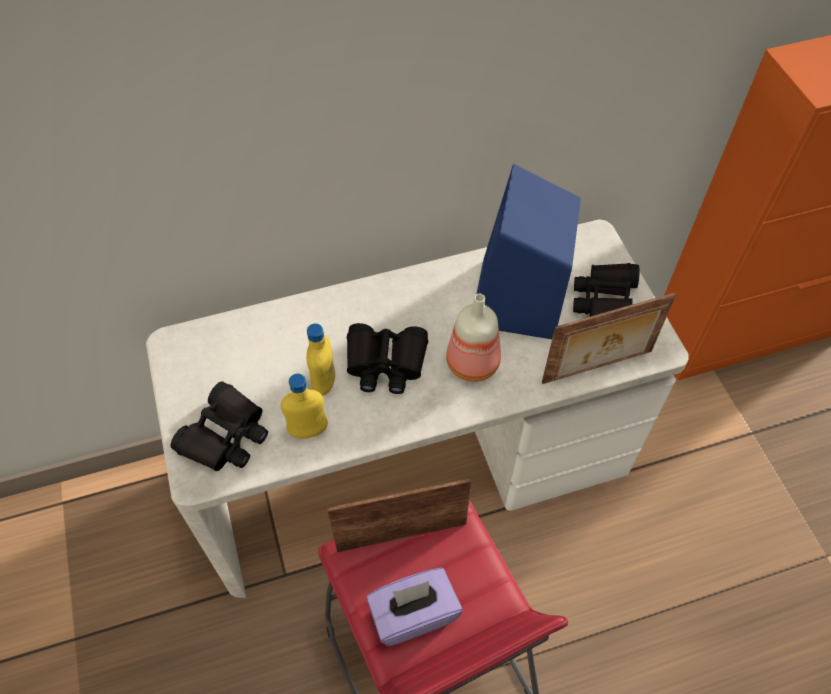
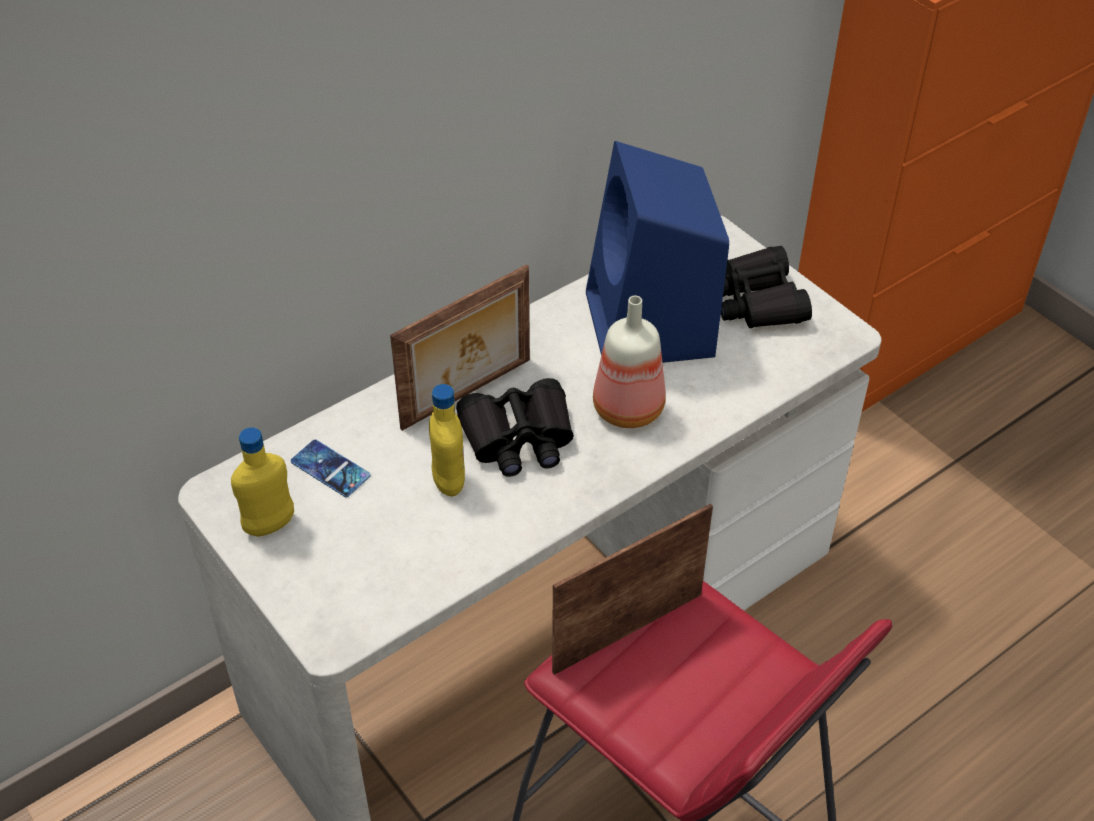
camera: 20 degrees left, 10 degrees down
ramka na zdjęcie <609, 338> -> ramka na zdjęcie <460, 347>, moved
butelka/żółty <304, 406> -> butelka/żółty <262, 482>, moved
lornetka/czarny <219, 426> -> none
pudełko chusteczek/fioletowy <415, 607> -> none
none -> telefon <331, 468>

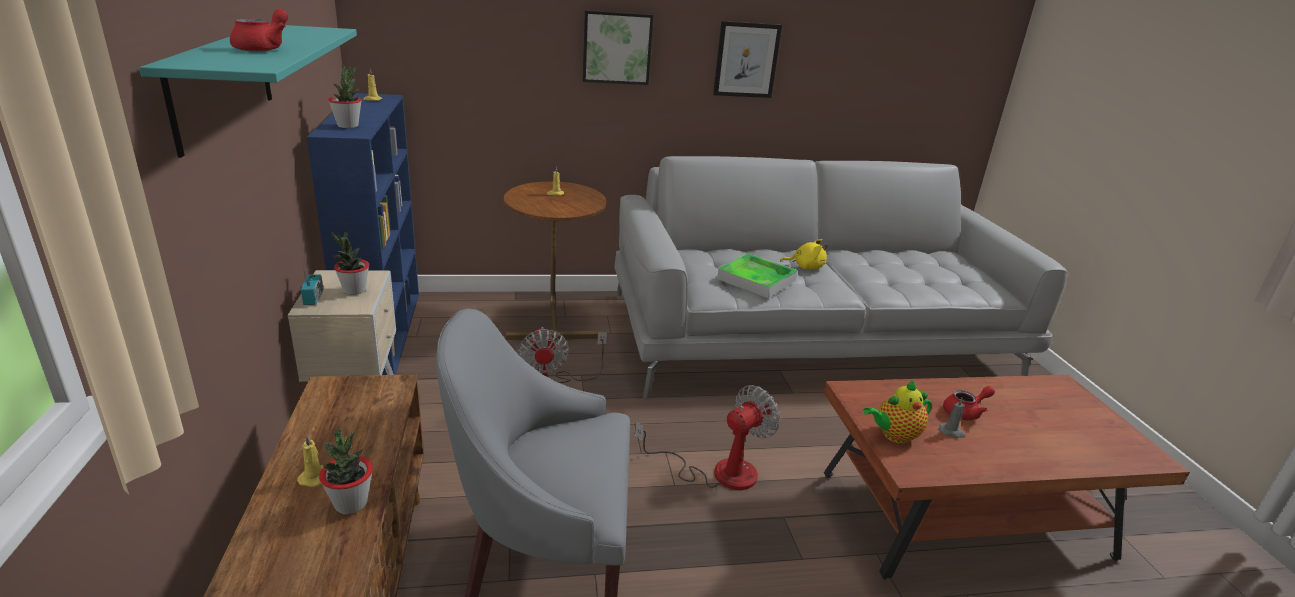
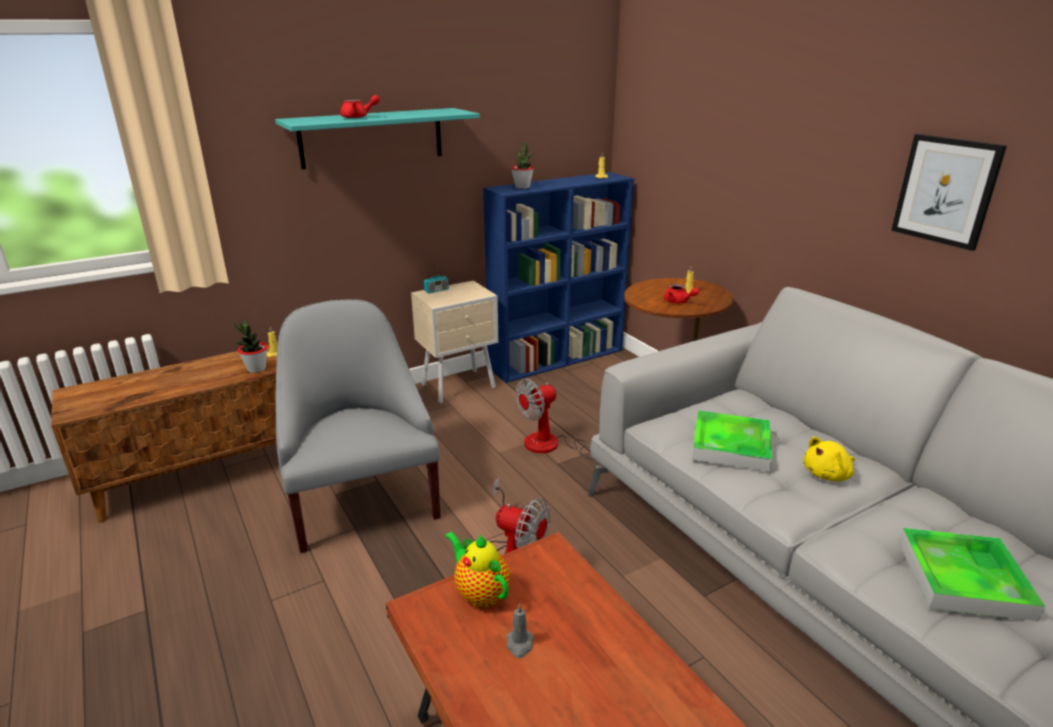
camera: 70 degrees right, 0 degrees up
obraz <618, 47> -> none
roślina doniczkowa <350, 263> -> none
pluszak/żółty <804, 254> -> pluszak/żółty <829, 459>, 75 degrees clockwise
imbryk/czerwony <969, 403> -> imbryk/czerwony <681, 293>, moved
none -> taca <972, 575>

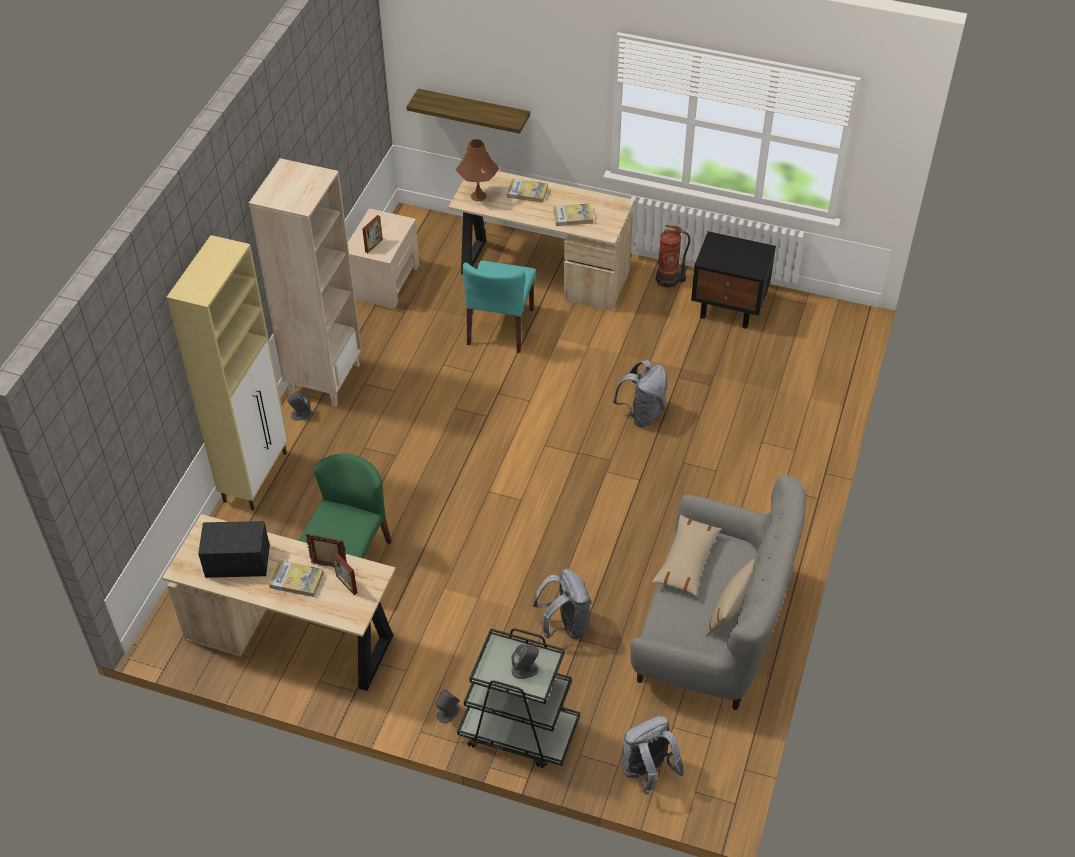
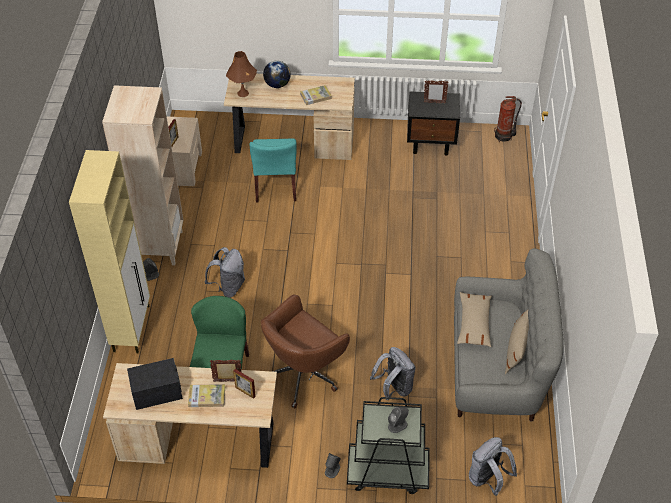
camera: 15 degrees left, 0 degrees up
półka <468, 111> -> none
książka <527, 190> -> globus <277, 74>
gaśnica <673, 256> -> gaśnica <508, 119>, moved
plecak/szary <640, 393> -> plecak/szary <225, 272>, moved
none -> ramka na zdjęcie <436, 91>
none -> krzesło biurowe/brązowy <305, 351>

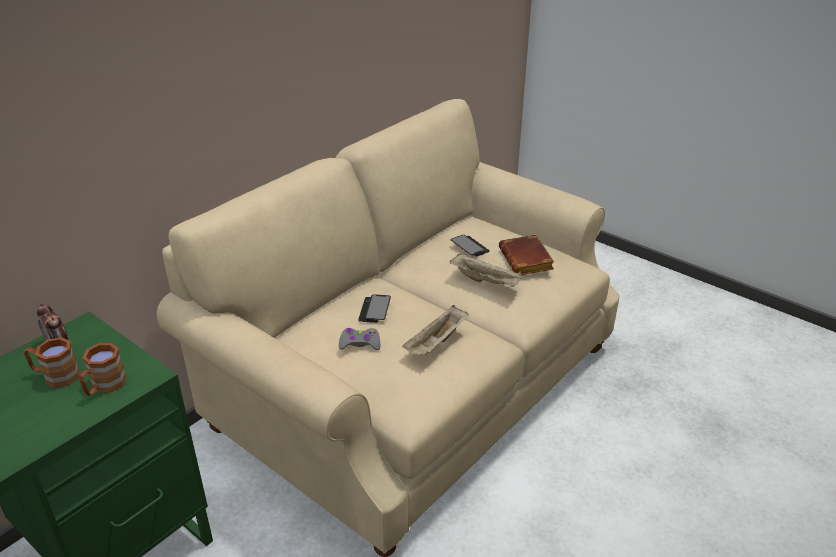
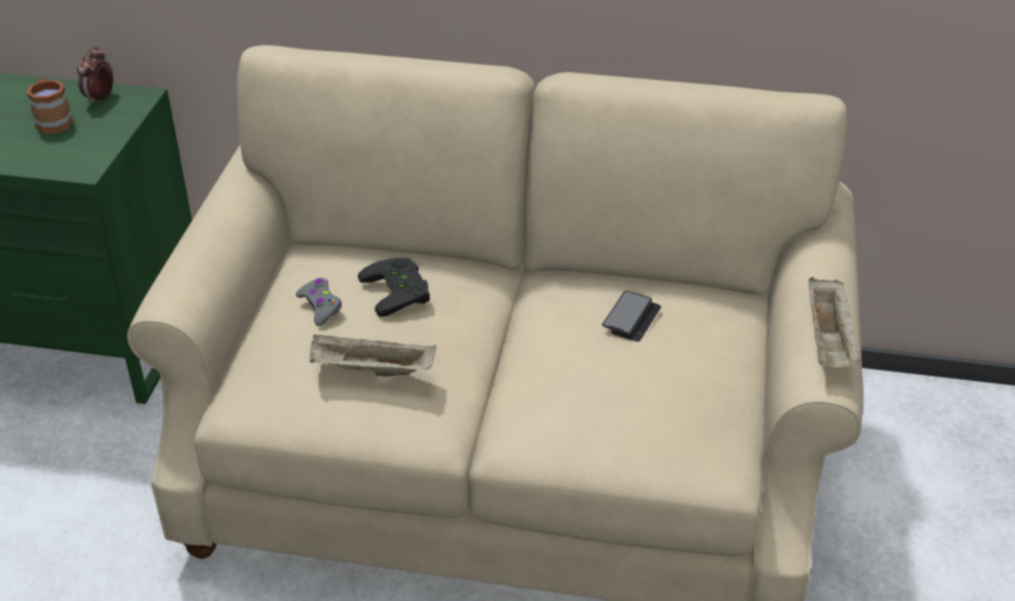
camera: 60 degrees right, 5 degrees up
książka/brązowy <526, 255> -> none
taca/beżowy <485, 270> -> taca/beżowy <835, 322>, moved
telefon <374, 308> -> pad do gier/czarny <394, 287>
kubek/brązowy <103, 369> -> none

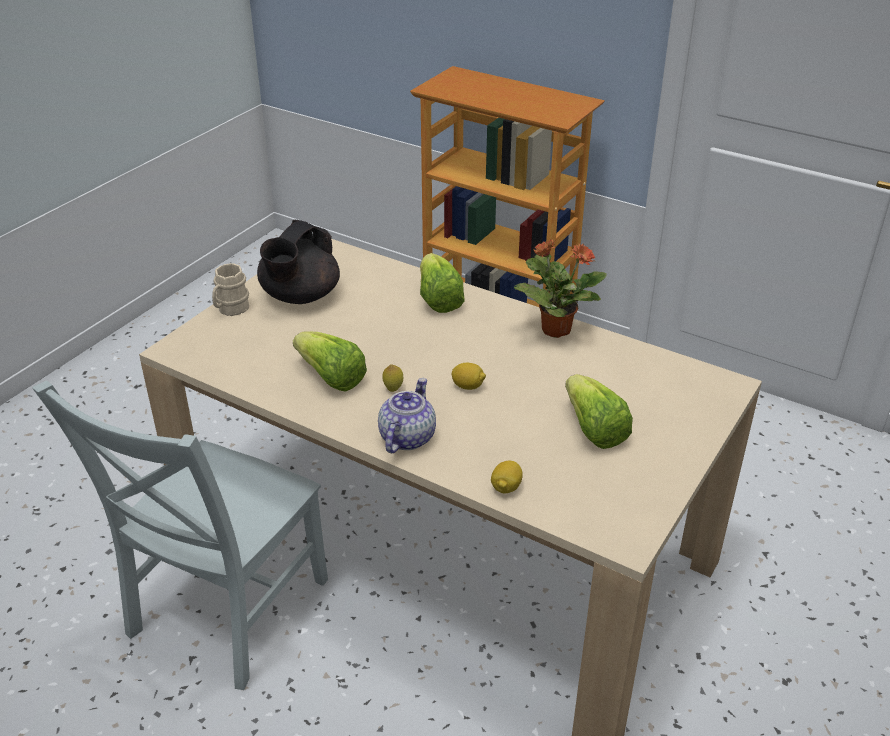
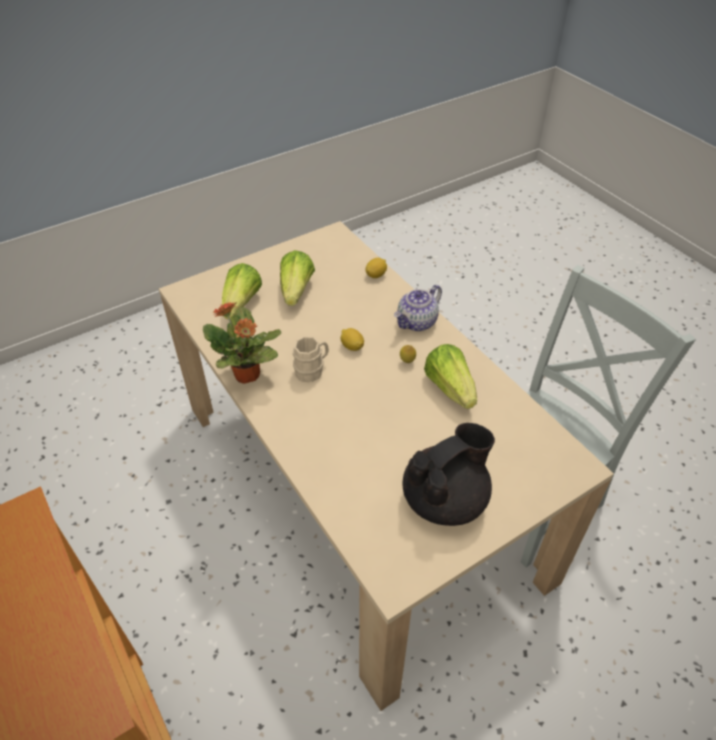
camera: 155 degrees left, 10 degrees up
sałata <442, 283> -> sałata <242, 291>, moved
kubek/beżowy <230, 289> -> kubek/beżowy <311, 359>, moved

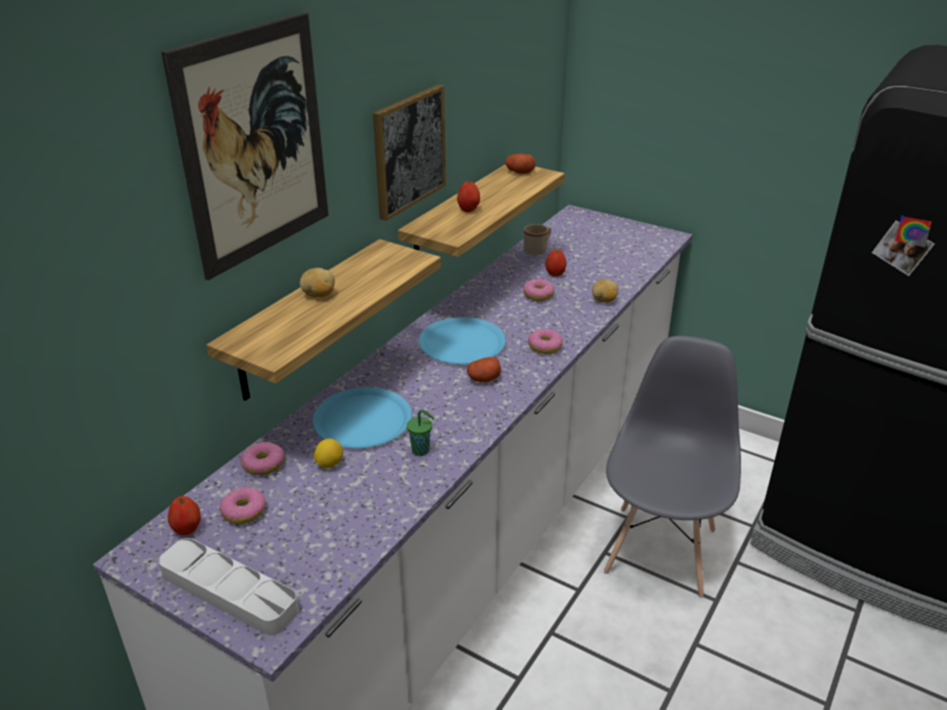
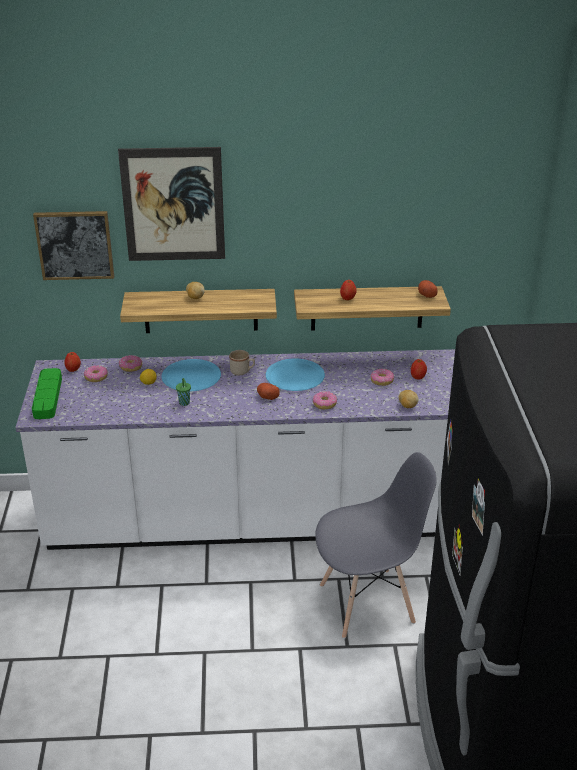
camera: 55 degrees right, 0 degrees up
obraz <409, 153> -> obraz <73, 245>, moved
kubek/beżowy <537, 239> -> kubek/beżowy <242, 362>, moved
taca/szary <229, 586> -> taca/zielony <47, 393>

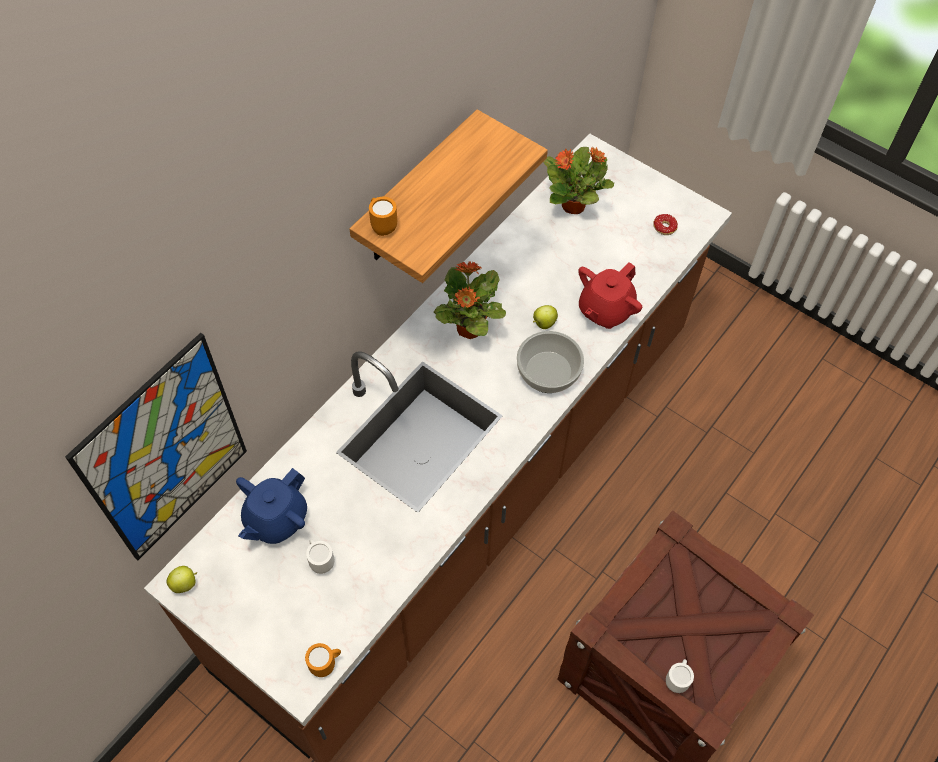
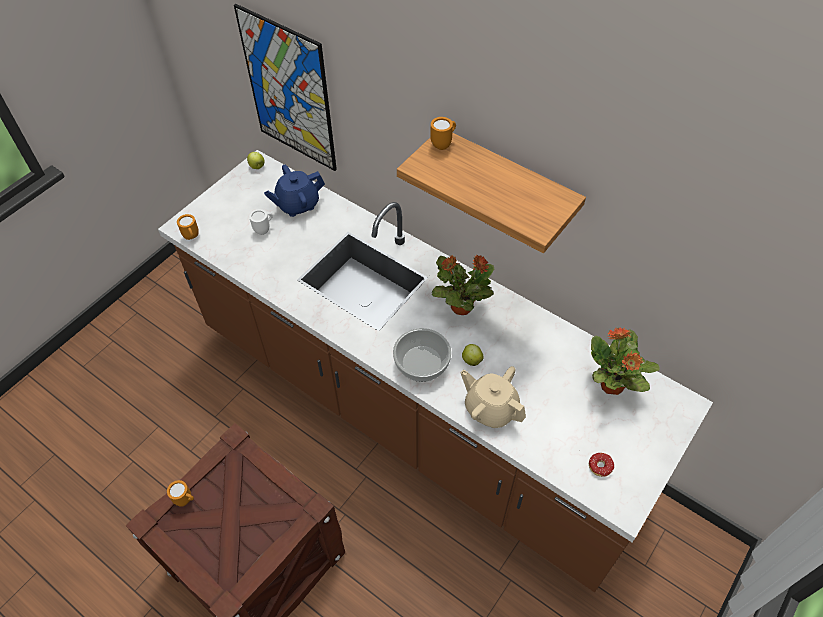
camera: 90 degrees right, 5 degrees down
imbryk/czerwony <610, 295> -> imbryk/beżowy <493, 397>
imbryk/niebieski <271, 506> -> imbryk/niebieski <294, 191>, 60 degrees counterclockwise
kubek/biały <680, 676> -> kubek/pomarańczowy <180, 493>

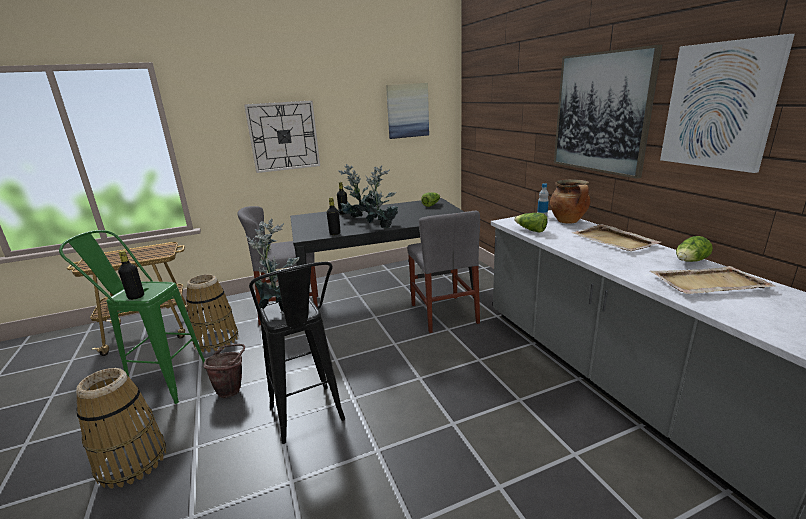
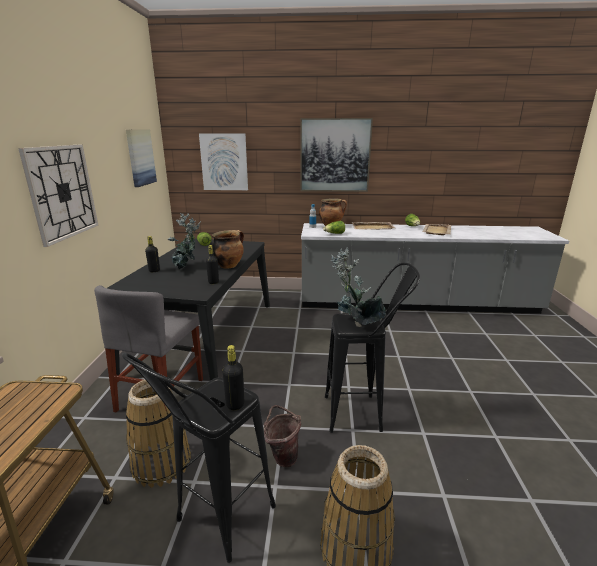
camera: 65 degrees left, 0 degrees up
obraz <727, 103> -> obraz <223, 161>, moved
roślina doniczkowa <381, 197> -> garnek <228, 249>
krzesło/szary <443, 272> -> none
stołek/zielony <132, 317> -> stołek/czarny <199, 458>

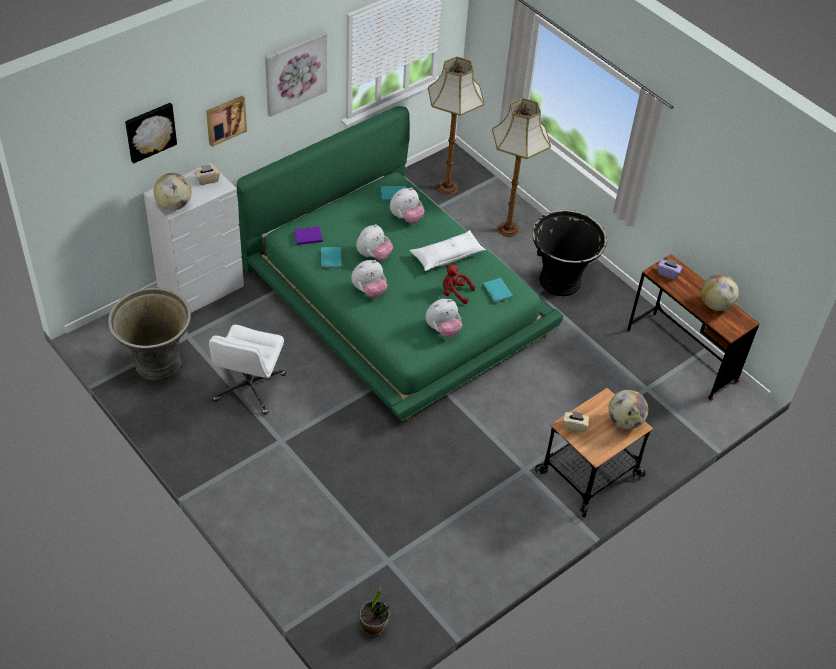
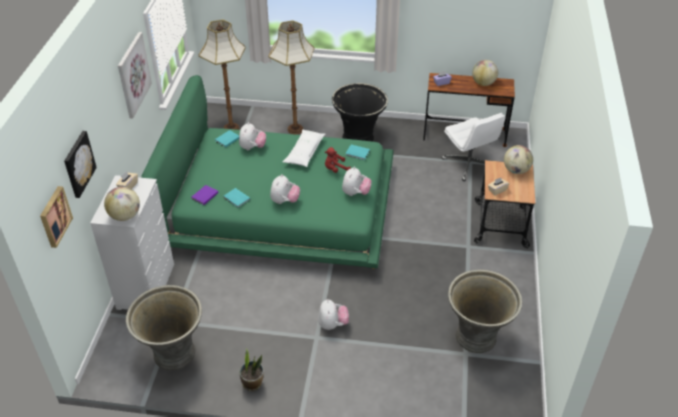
camera: 40 degrees left, 5 degrees down
obraz <226, 121> -> obraz <56, 217>, moved
pluszak <374, 242> -> pluszak <333, 314>, moved
krzesło biurowe/biały <247, 370> -> krzesło biurowe/biały <473, 147>, moved
roślina doniczkowa <374, 611> -> roślina doniczkowa <252, 369>, moved
none -> donica/szary <485, 311>

